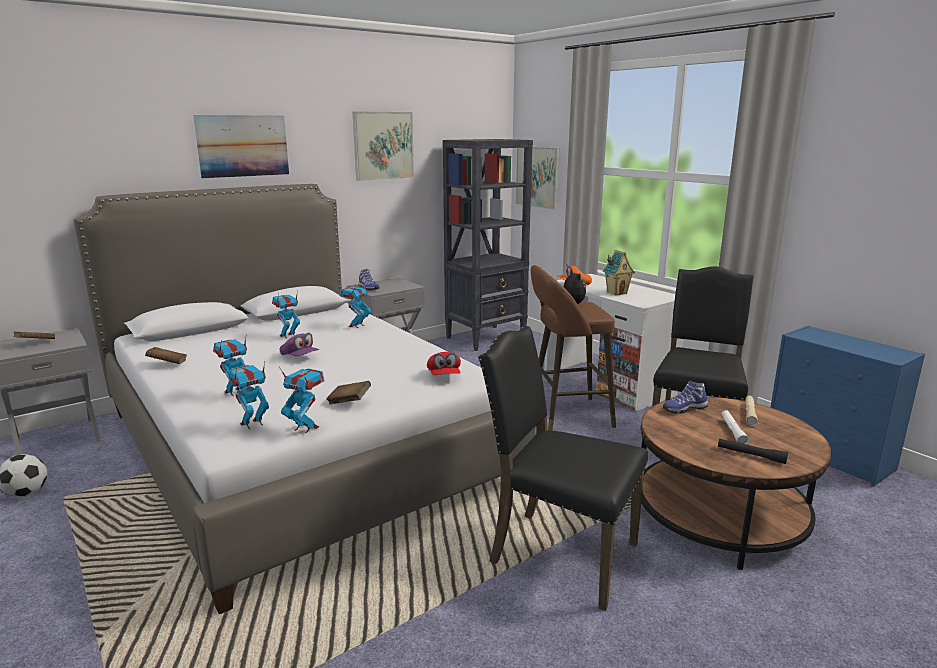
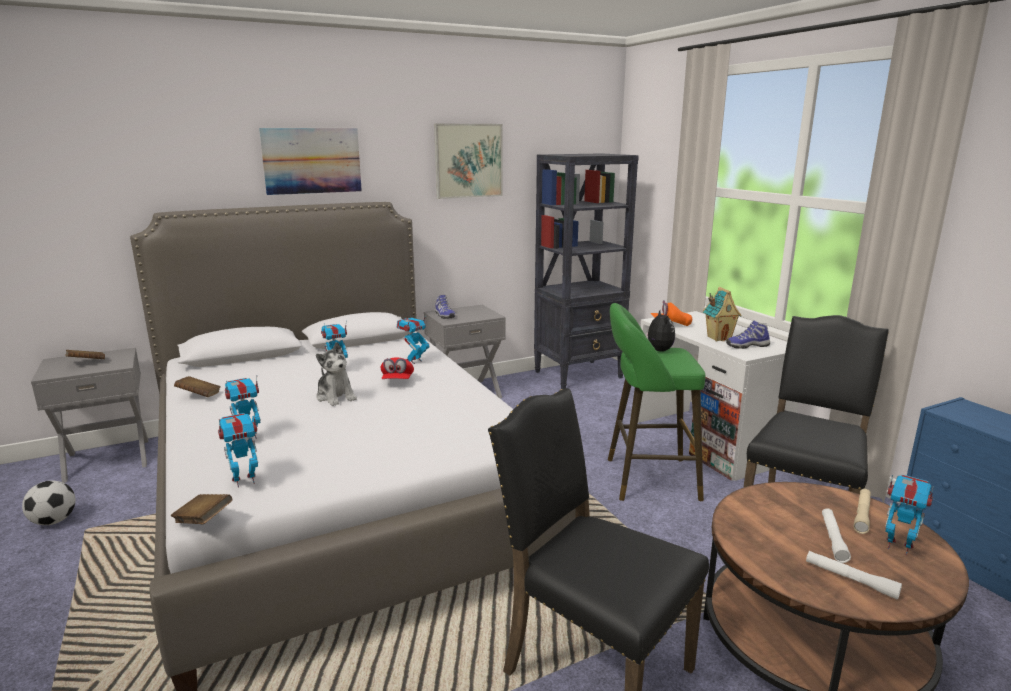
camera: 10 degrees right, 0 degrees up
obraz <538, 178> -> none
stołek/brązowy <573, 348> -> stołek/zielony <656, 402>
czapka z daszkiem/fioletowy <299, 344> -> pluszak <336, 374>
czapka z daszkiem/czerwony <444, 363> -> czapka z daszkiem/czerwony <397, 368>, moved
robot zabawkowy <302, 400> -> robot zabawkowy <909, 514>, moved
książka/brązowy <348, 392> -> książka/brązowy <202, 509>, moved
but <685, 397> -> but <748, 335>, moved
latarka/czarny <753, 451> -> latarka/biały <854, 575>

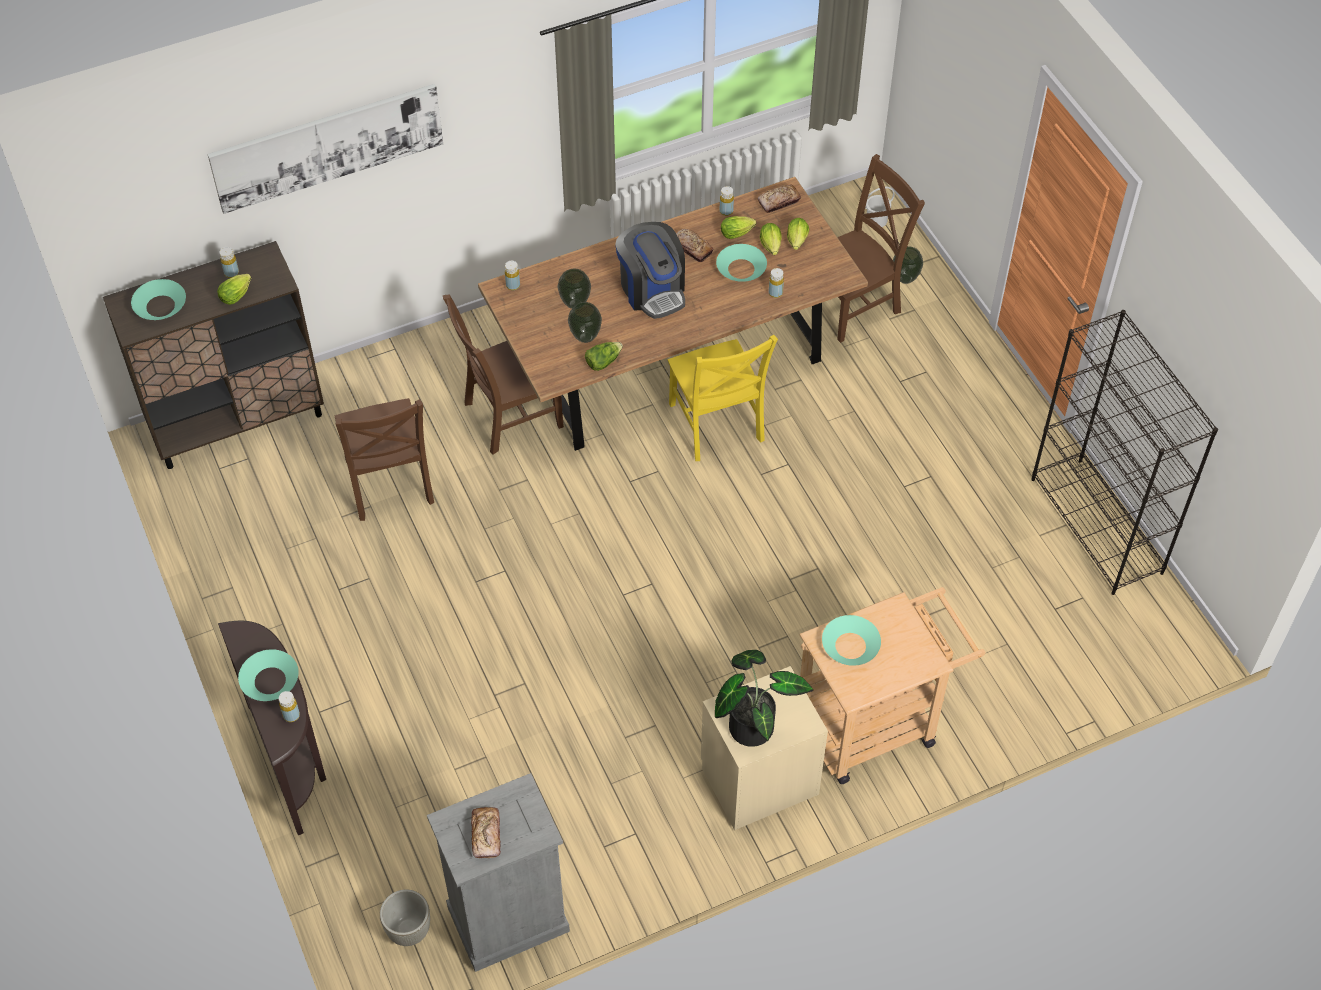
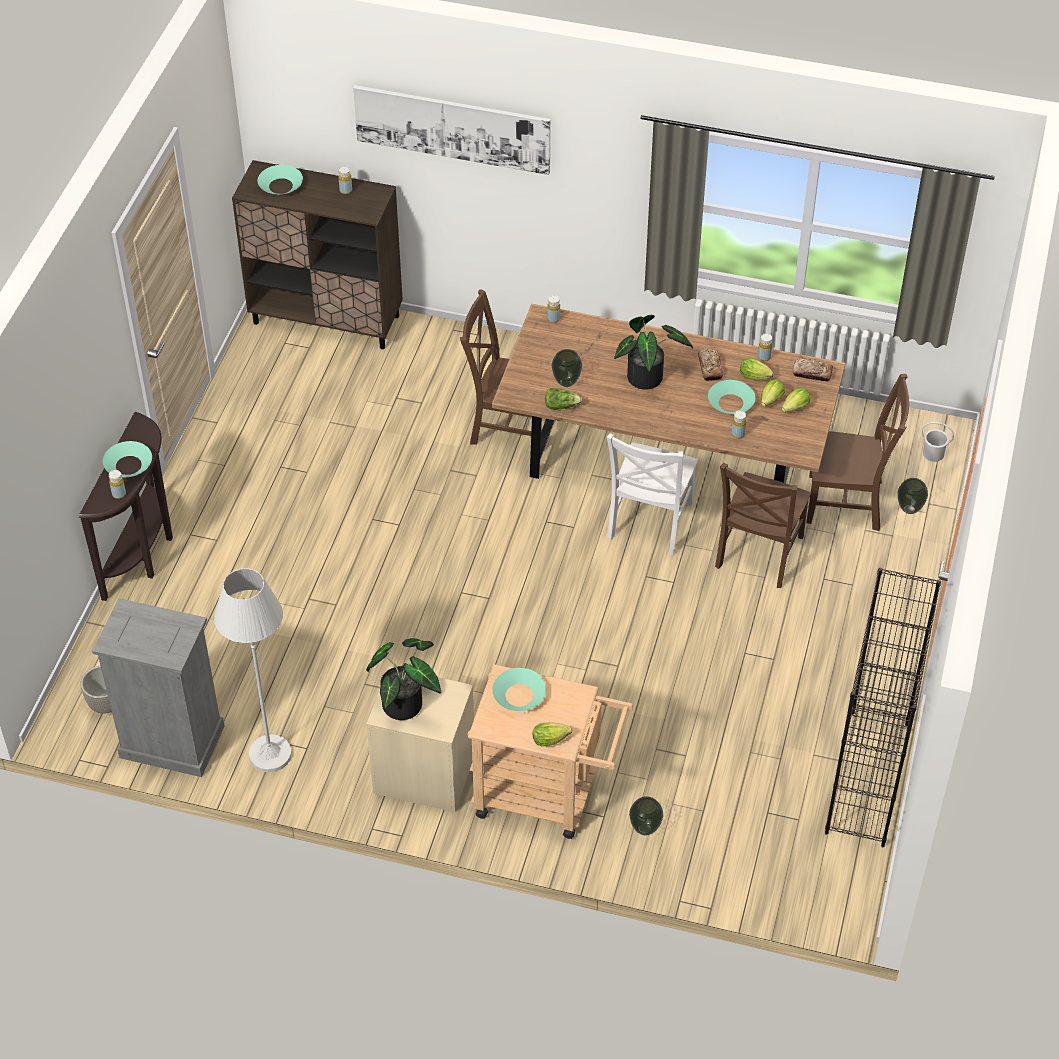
camera: 40 degrees right, 5 degrees down
ekspres do kawy <650, 270> -> roślina doniczkowa <653, 352>
wazon <574, 289> -> wazon <646, 815>, moved
sałata <234, 289> -> sałata <552, 734>, moved
krzesło/żółty <723, 398> -> krzesło/biały <652, 494>
krzesło/brązowy <384, 459> -> krzesło/brązowy <763, 525>, moved
chleb <486, 832> -> none
none -> lampa stojąca/biały <253, 670>

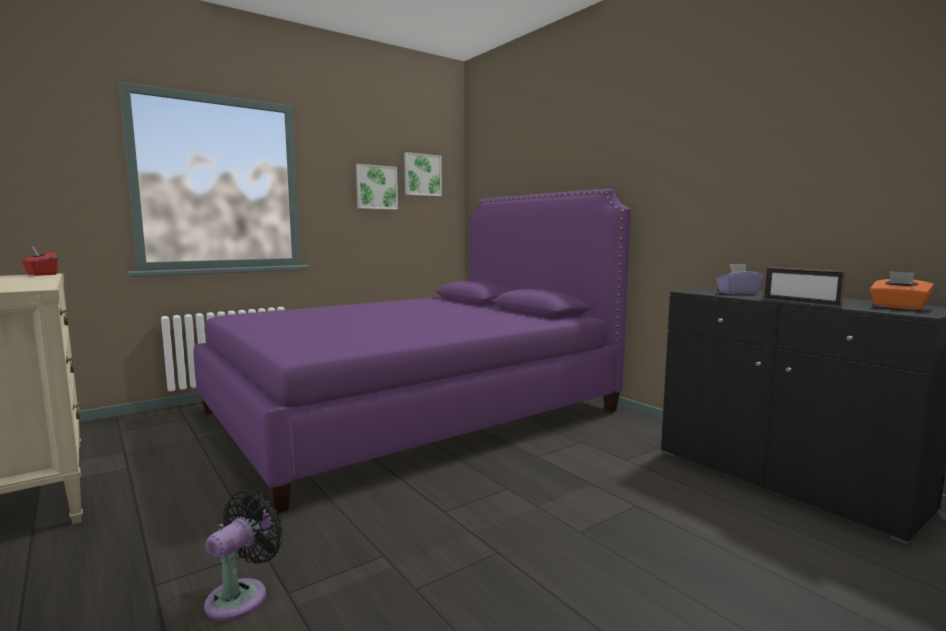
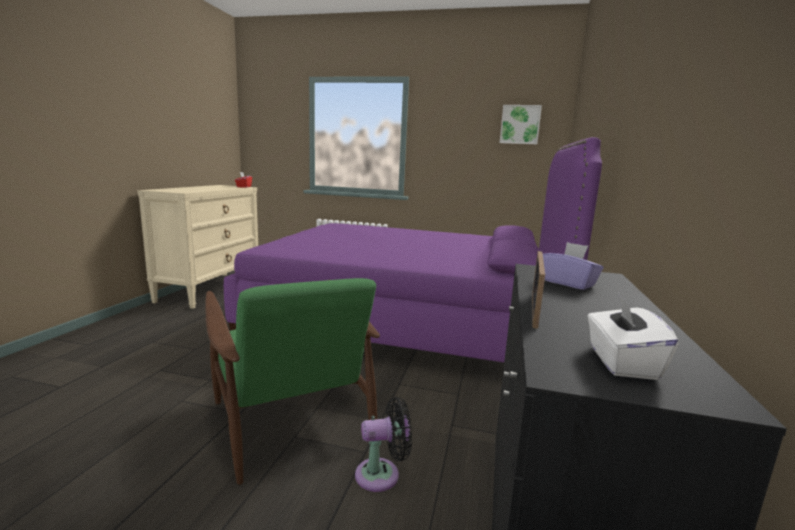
camera: 50 degrees right, 5 degrees up
obraz <377, 187> -> none
pudełko chusteczek/pomarańczowy <902, 290> -> pudełko chusteczek/biały <633, 336>
wentylator/czarny <243, 555> -> wentylator/czarny <383, 444>, moved
none -> fotel/zielony <292, 381>

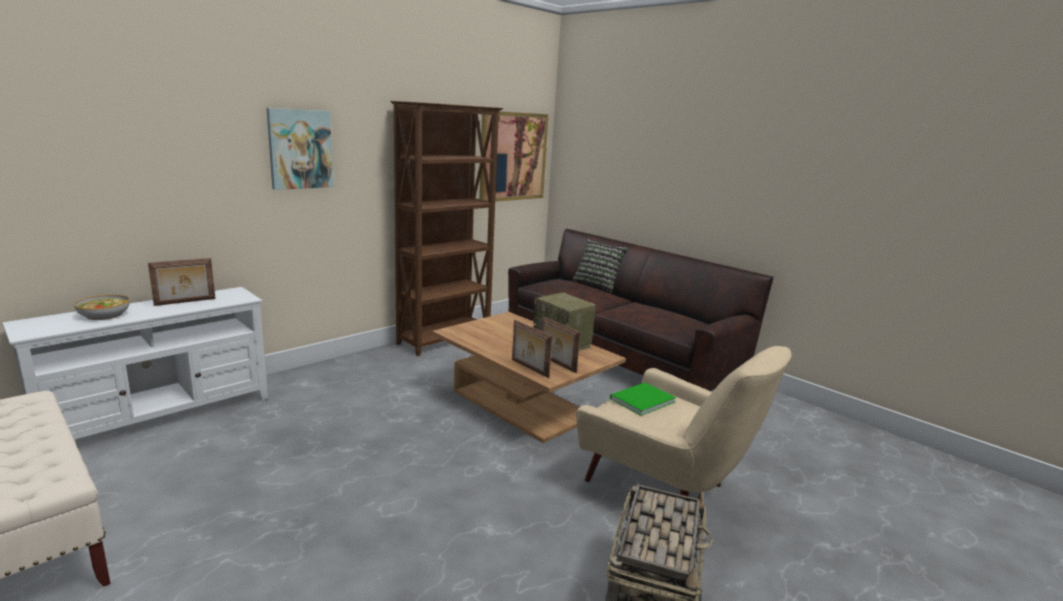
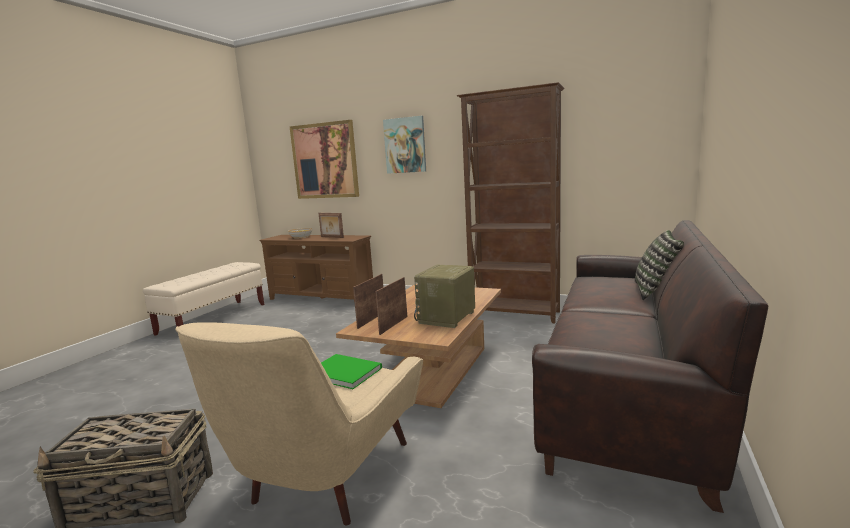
camera: 70 degrees right, 5 degrees down
obraz <514, 156> -> obraz <324, 159>, moved
szafka pod telewizor/biały <135, 363> -> szafka pod telewizor/brązowy <316, 267>

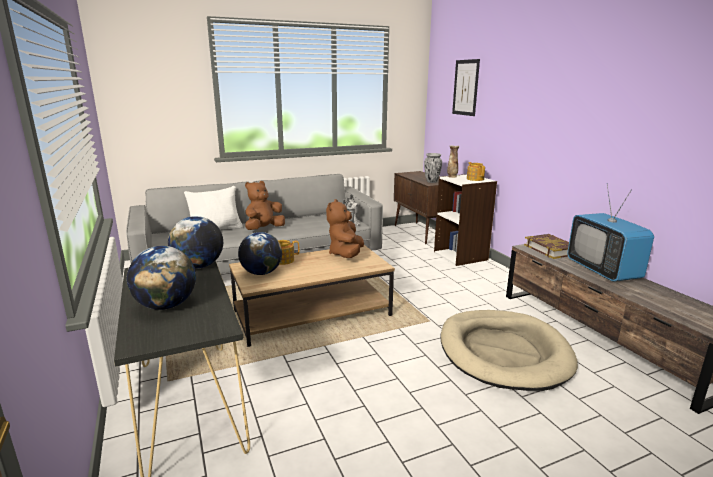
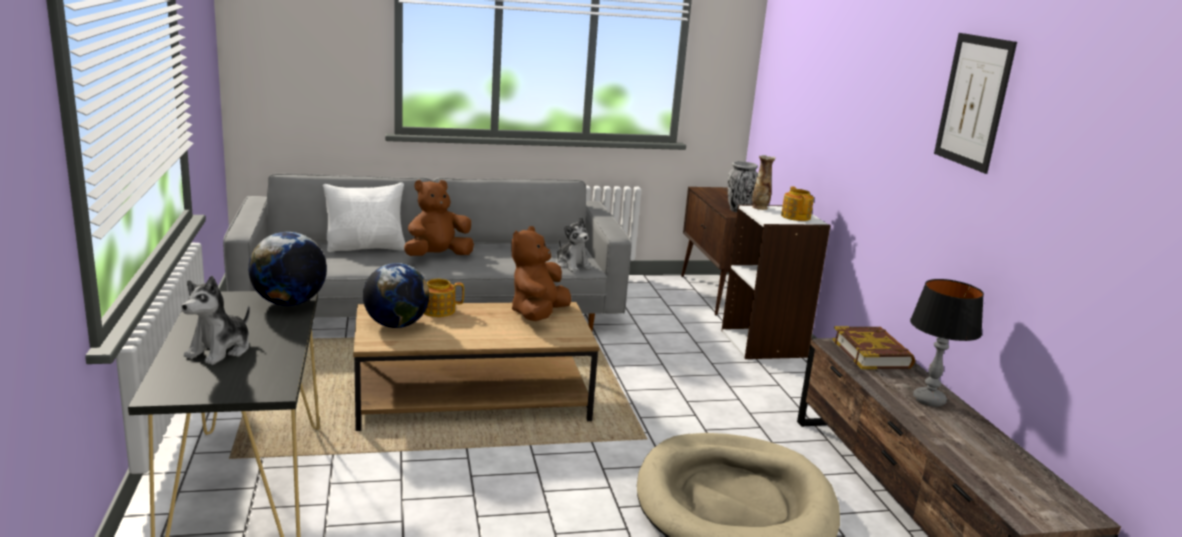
camera: 10 degrees right, 0 degrees up
obraz <466, 87> -> obraz <975, 103>, moved
telewizor <610, 232> -> lampa stołowa <947, 343>
globus <161, 278> -> pluszak <216, 320>

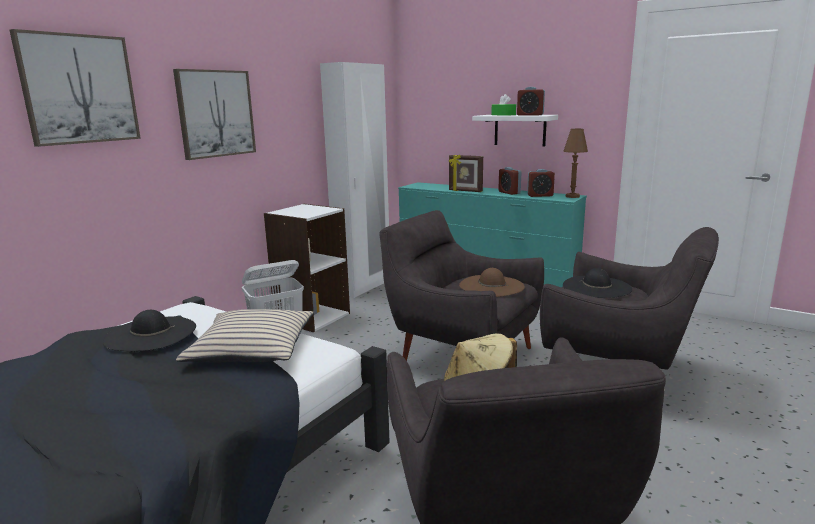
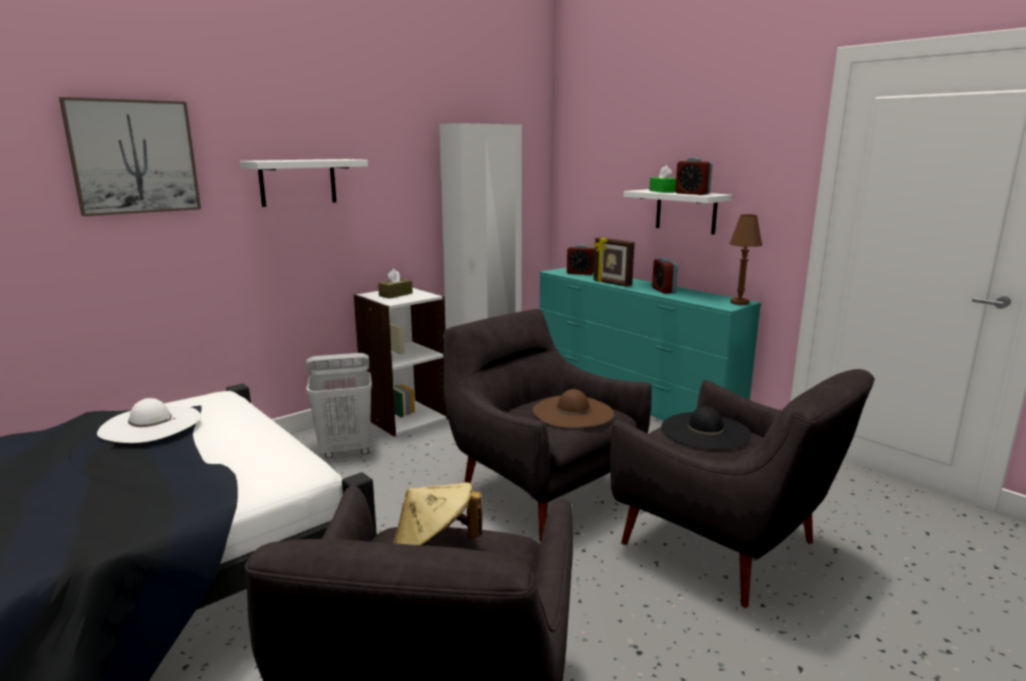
camera: 15 degrees right, 0 degrees up
obraz <214, 114> -> półka/biały <304, 183>
budzik <541, 183> -> budzik <581, 259>, moved
poduszka/beżowy <245, 336> -> none
kapelusz/czarny <149, 330> -> kapelusz/biały <149, 420>
none -> pudełko chusteczek/brązowy <395, 284>

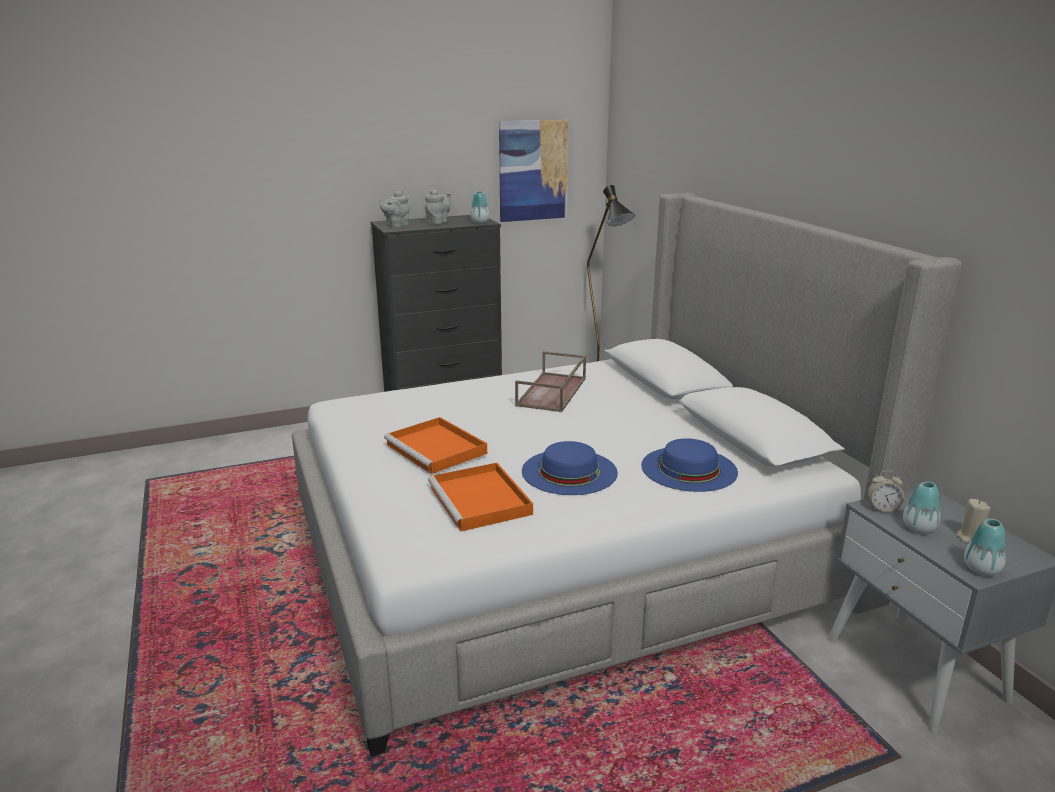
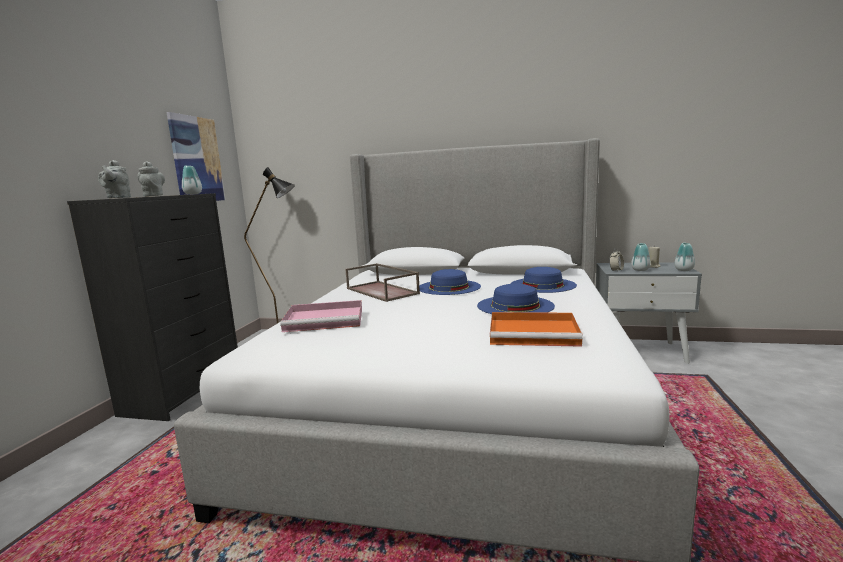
camera: 55 degrees left, 10 degrees down
taca/pomarańczowy <435, 445> -> none
none -> kapelusz/niebieski <450, 282>
none -> taca/różowy <321, 316>

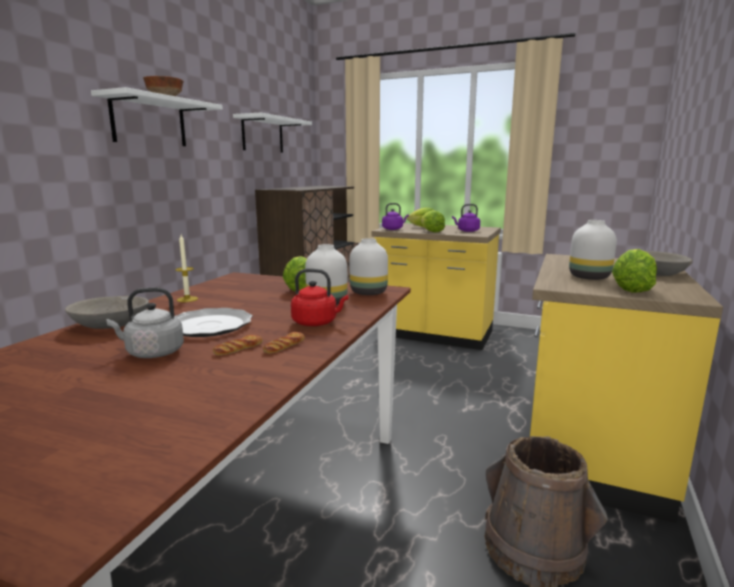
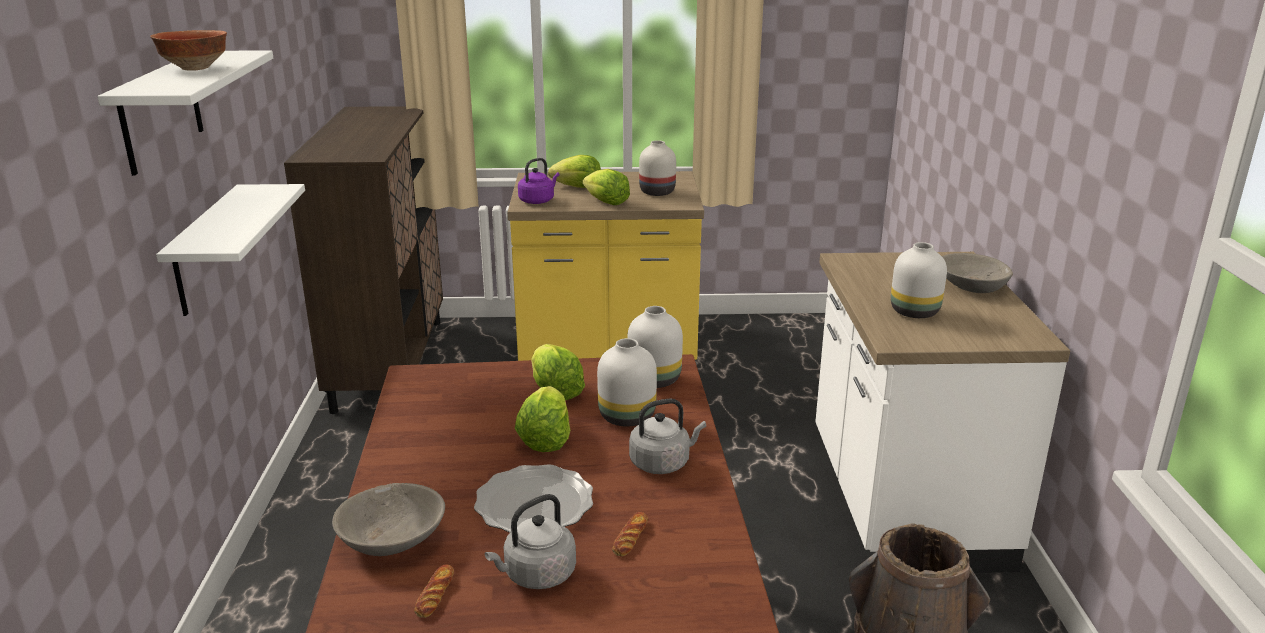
camera: 25 degrees left, 10 degrees up
półka/biały <272, 132> -> półka/biały <230, 250>, moved
czajnik/fioletowy <466, 218> -> wazon/biały <657, 168>
świeca <186, 268> -> none
sałata <634, 271> -> sałata <542, 419>, moved
zabudowa kuchenna/żółty <626, 388> -> zabudowa kuchenna/biały <942, 412>
czajnik/czerwony <319, 297> -> czajnik/szary <667, 436>
chleb <284, 343> -> chleb <434, 591>, moved

